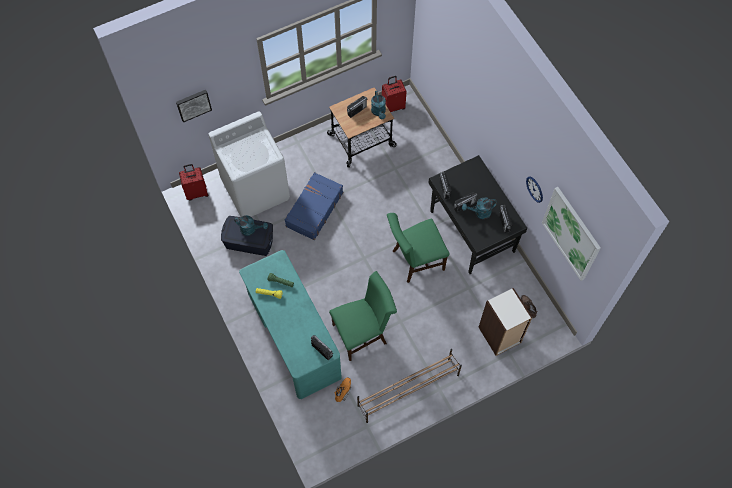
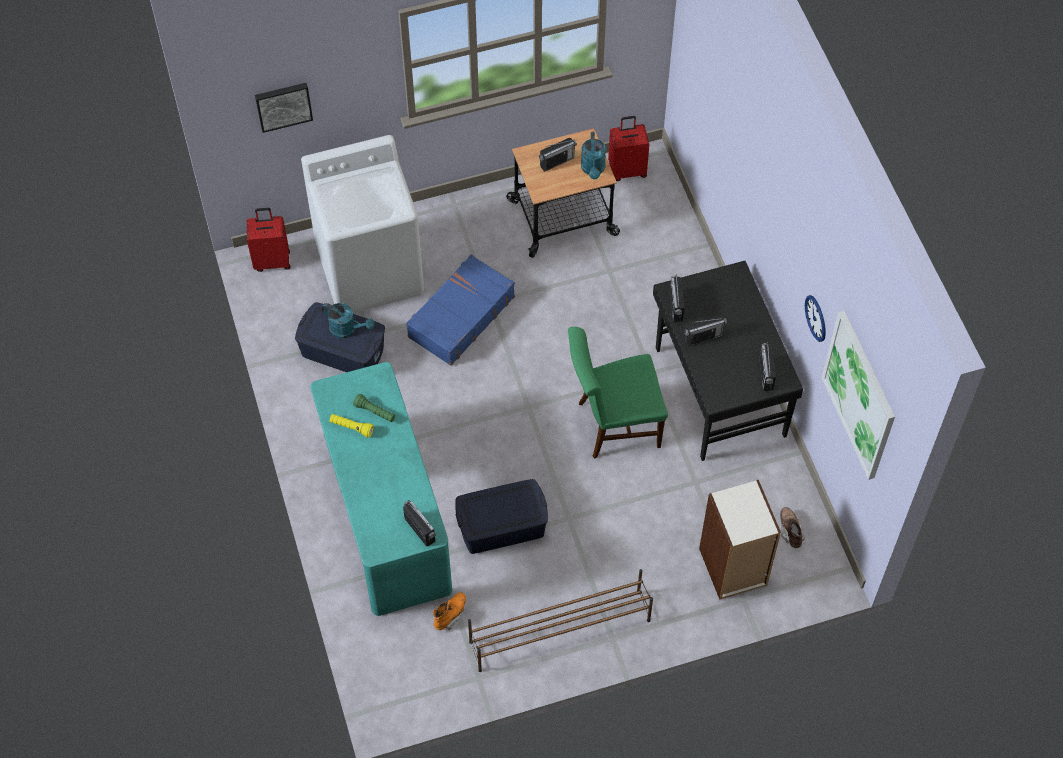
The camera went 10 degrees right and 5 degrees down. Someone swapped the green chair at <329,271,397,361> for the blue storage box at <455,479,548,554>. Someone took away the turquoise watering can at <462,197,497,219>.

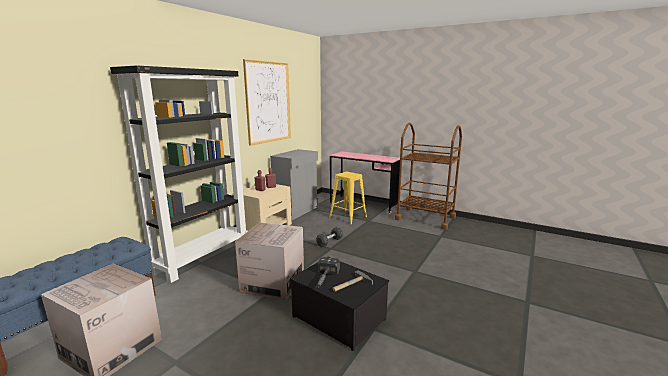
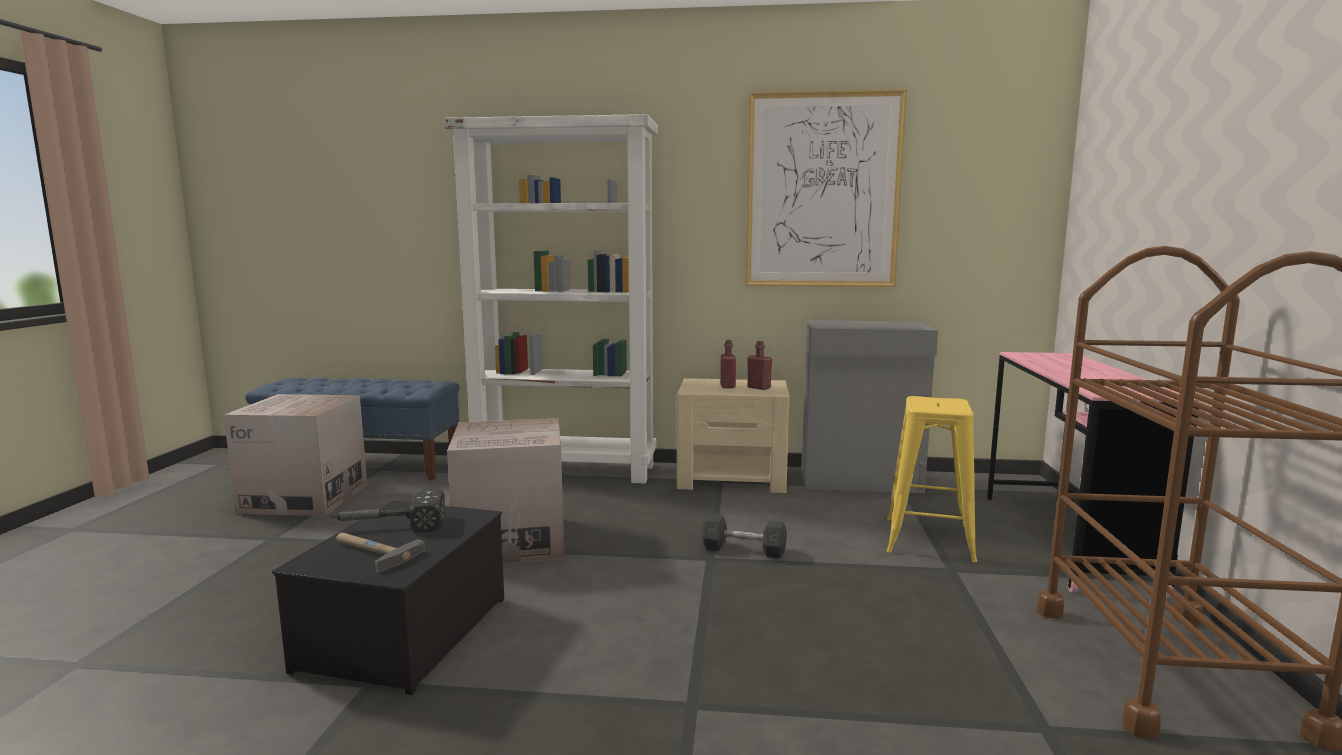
The camera went 65 degrees right and 5 degrees down. Someone repainted the black bookcase at <110,65,248,283>, which became the white bookcase at <444,114,658,484>.

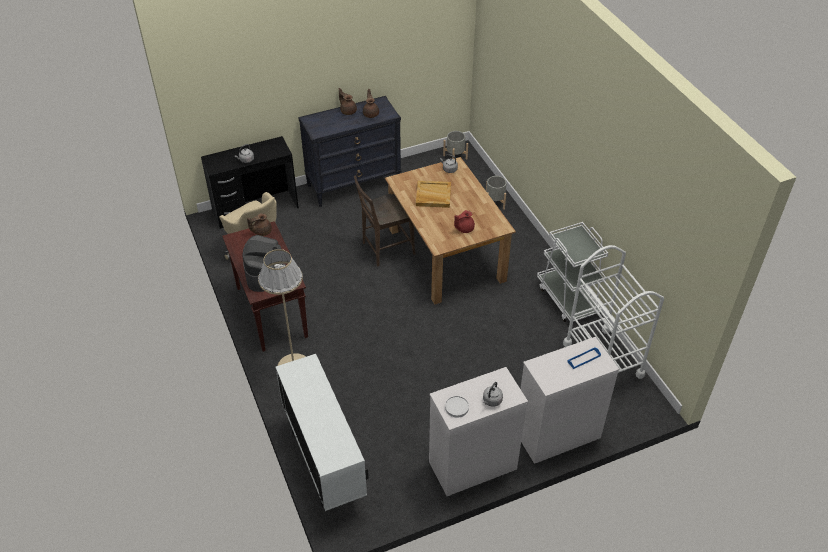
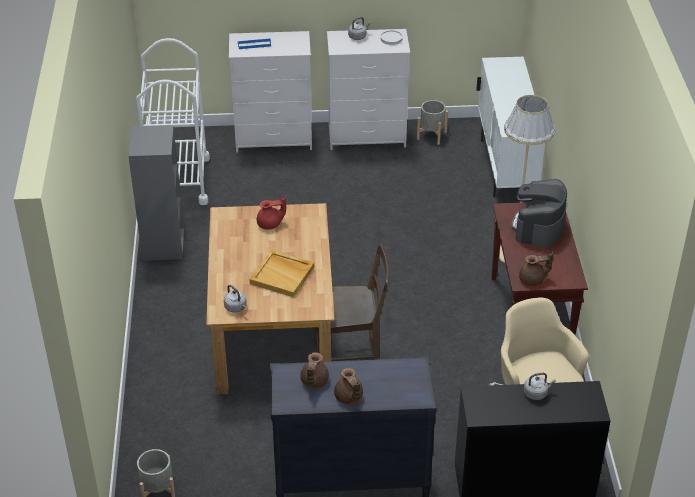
The camera went 160 degrees left and 5 degrees down. Someone swapped the white cart at <537,222,608,322> for the grey bookcase at <128,125,184,261>. Someone carried the grey planter from <486,176,507,210> to <417,100,448,145>.

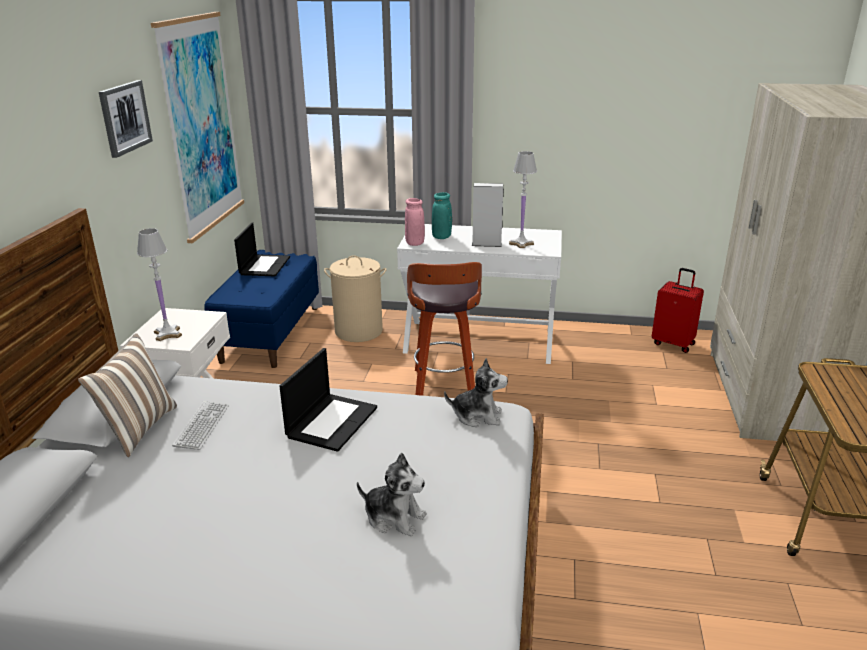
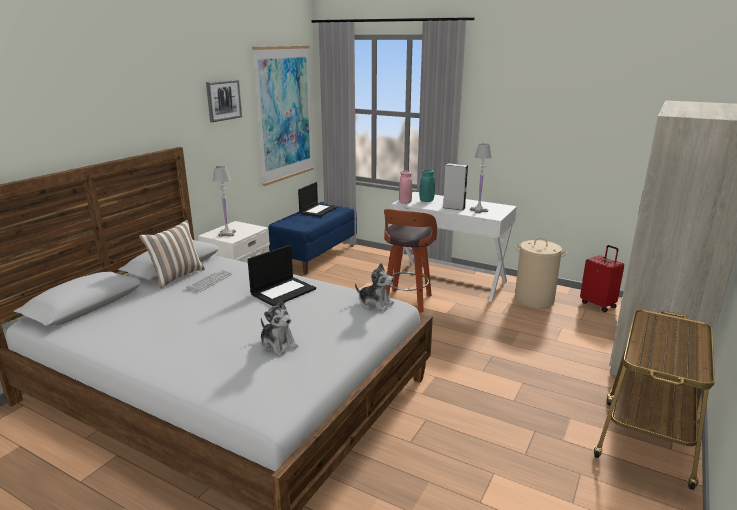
The camera went 20 degrees right and 5 degrees down. Someone carried the beige laundry basket from <324,255,387,342> to <515,238,567,308>.

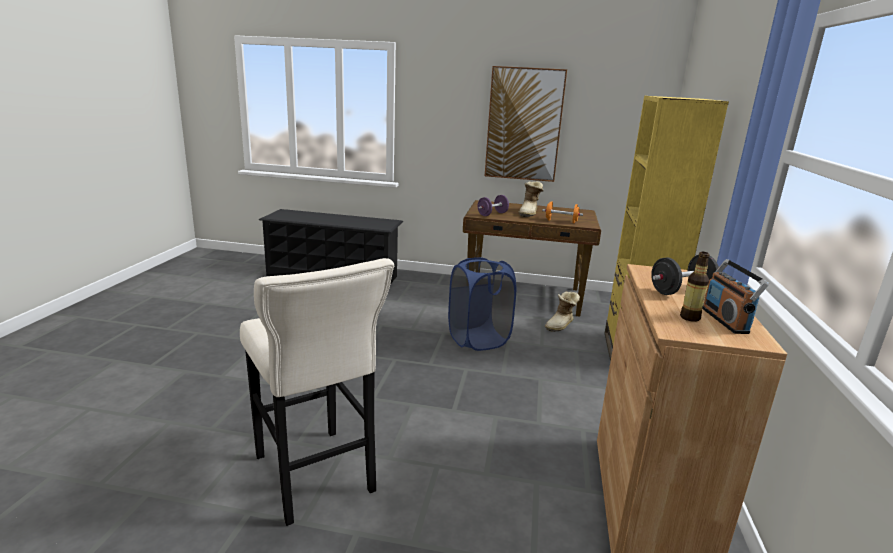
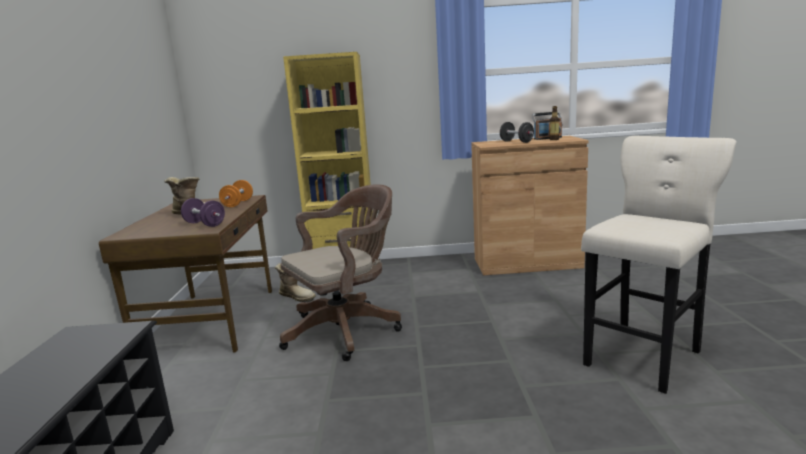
The camera went 100 degrees left and 5 degrees down. Someone swapped the blue laundry basket at <448,257,516,351> for the brown office chair at <279,184,402,361>. Someone took away the picture at <485,66,567,182>.

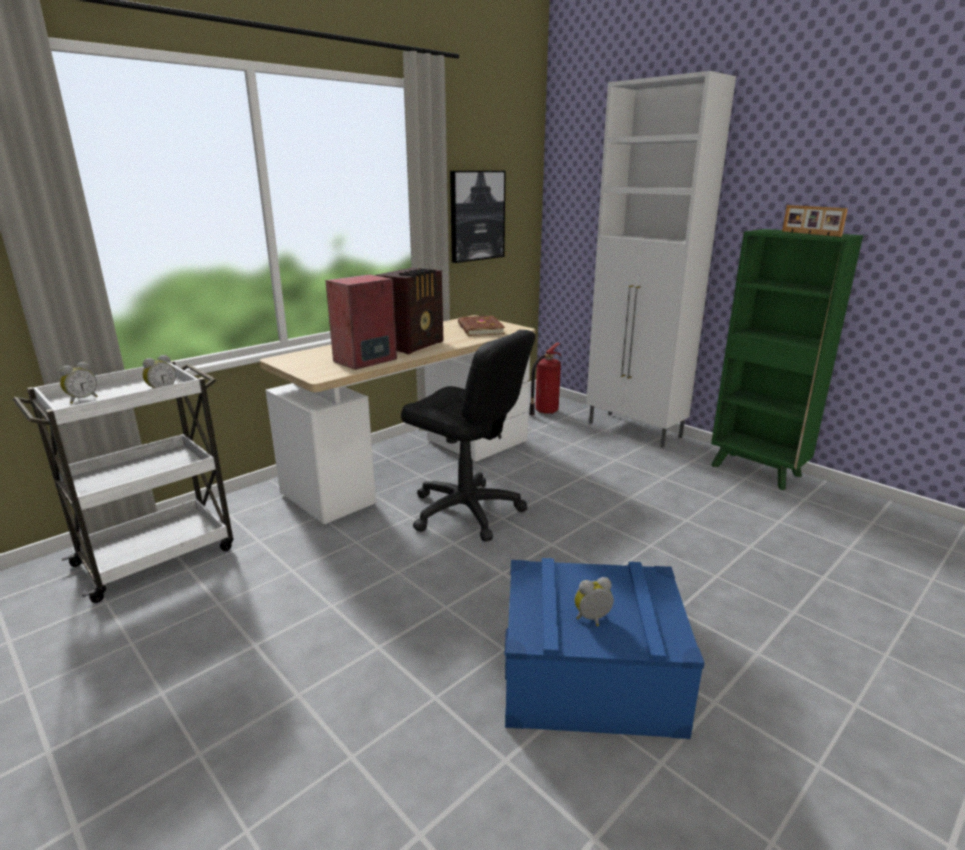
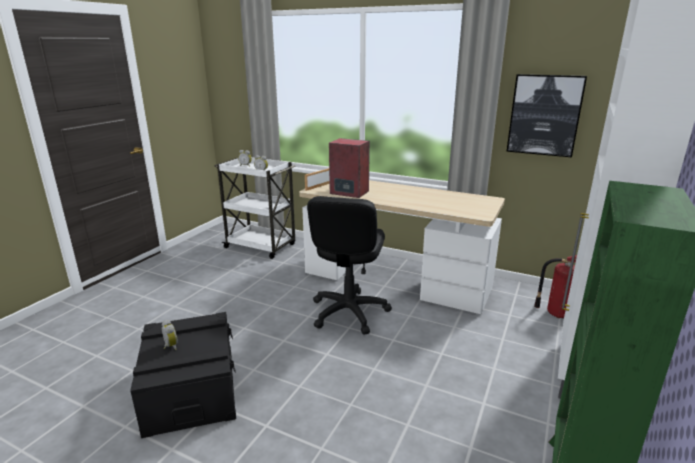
The camera went 70 degrees right and 0 degrees up. Someone repainted the blue storage box at <504,558,705,739>, which became the black storage box at <130,312,236,438>. Someone carried the picture frame from <782,205,848,237> to <305,168,330,191>. Someone took away the radio at <376,267,443,354>. Someone took away the brown book at <458,316,505,336>.

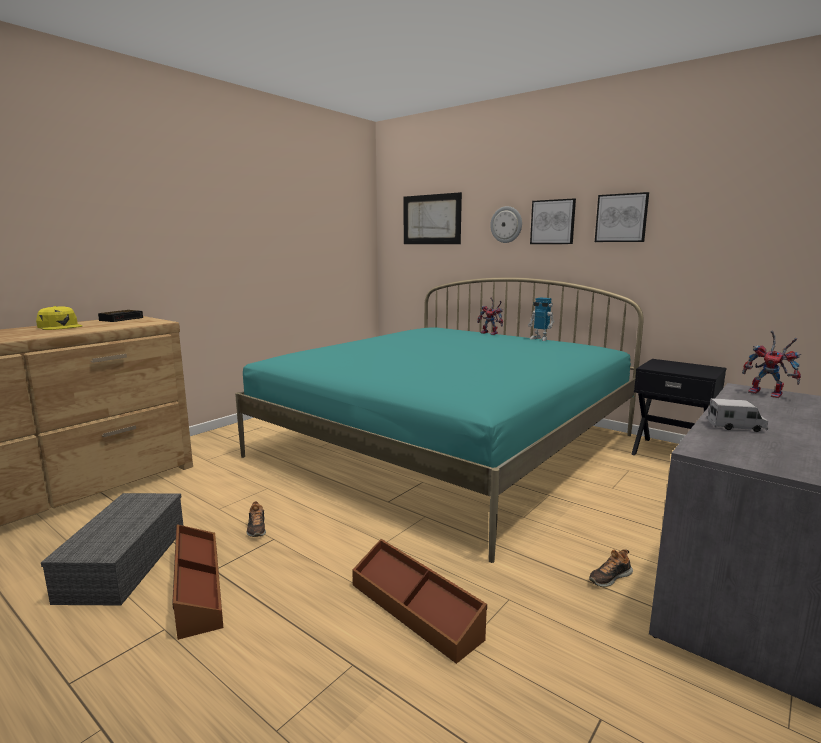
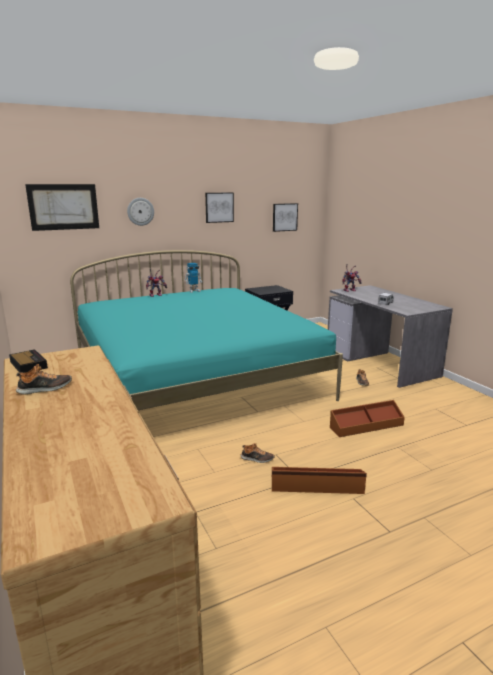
The camera went 65 degrees left and 5 degrees up. Someone swapped the yellow cap at <36,306,82,330> for the shoe at <16,364,72,395>. Someone carried the picture from <530,198,576,244> to <273,203,298,232>. Someone took away the grey storage box at <41,493,183,605>.

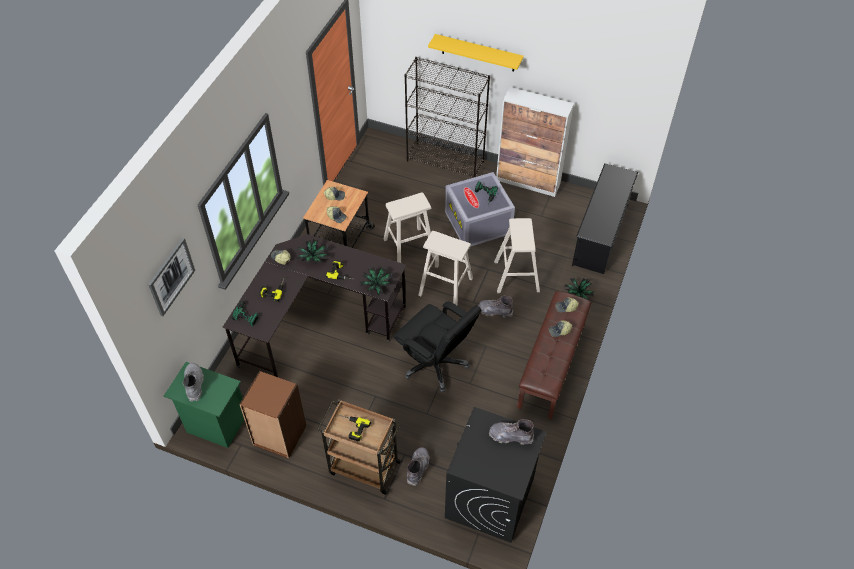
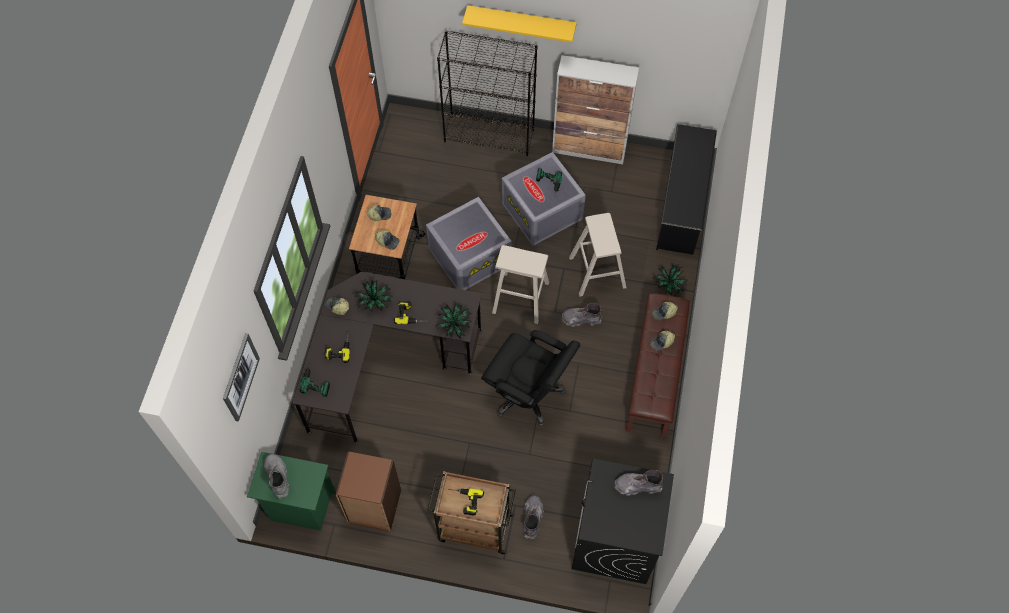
The camera went 10 degrees left and 10 degrees up. Someone swapped the beige stool at <383,192,435,263> for the grey storage box at <426,197,512,290>.

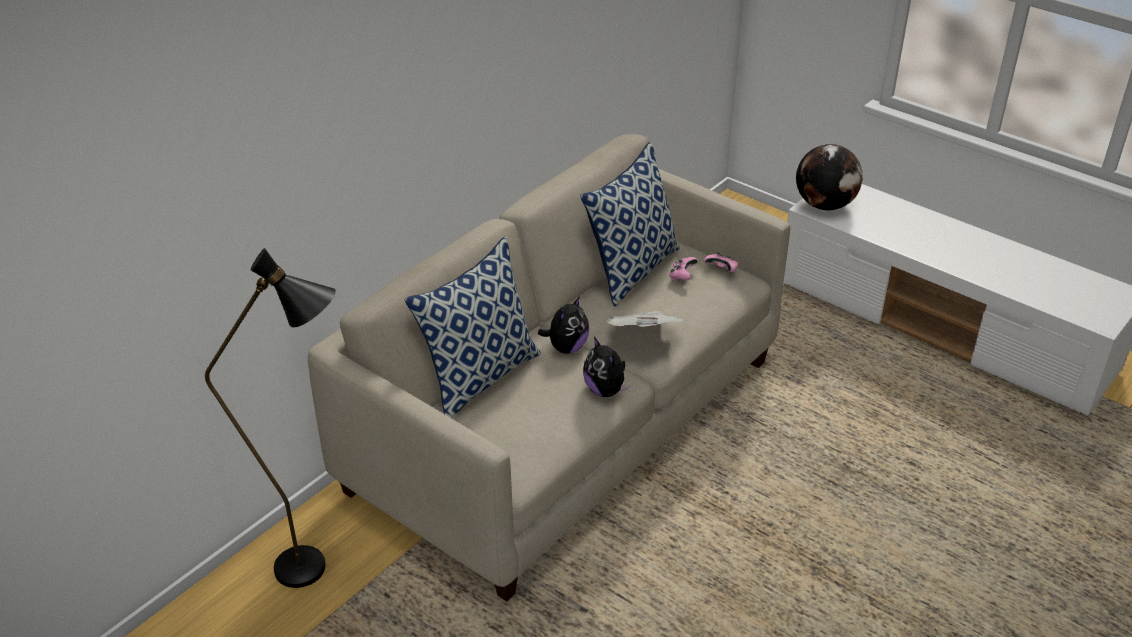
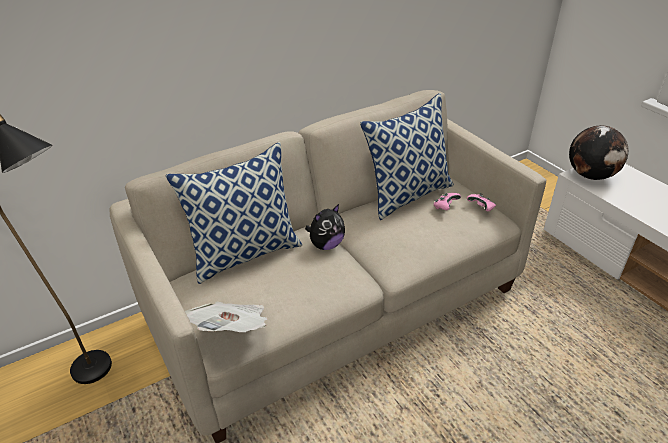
The camera went 20 degrees right and 0 degrees up. Someone carried the newspaper from <606,311,684,327> to <185,302,268,332>. Someone took away the plush toy at <583,337,630,397>.

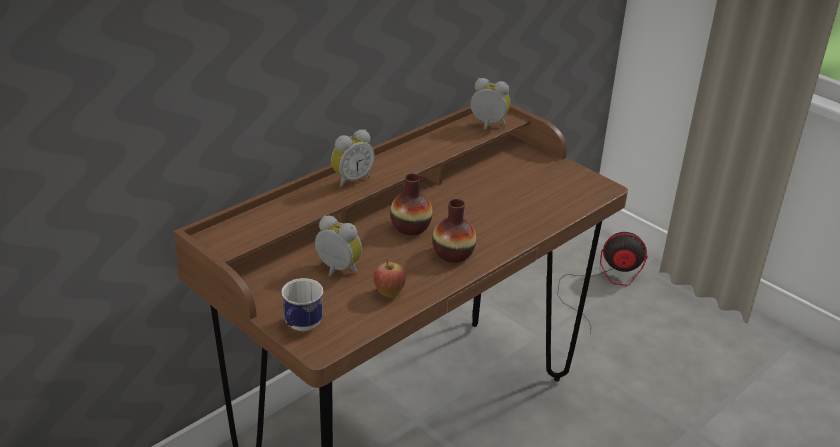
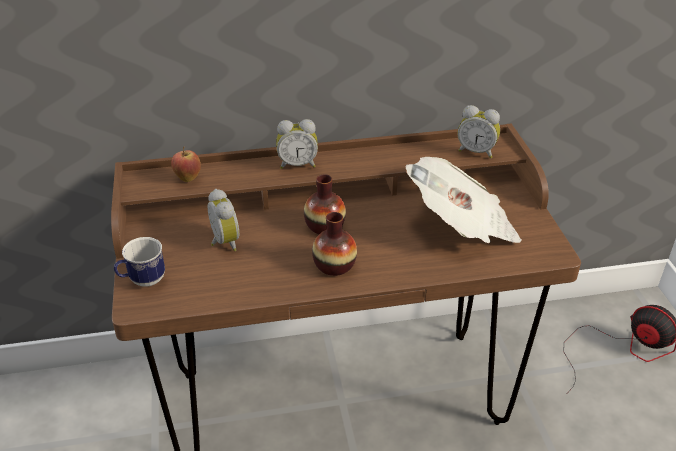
The camera went 35 degrees right and 5 degrees up. Someone carried the apple from <373,259,406,297> to <171,147,201,182>. Someone put down the newspaper at <406,157,522,243>. Someone rotated the alarm clock at <471,78,510,130> by 150 degrees clockwise.

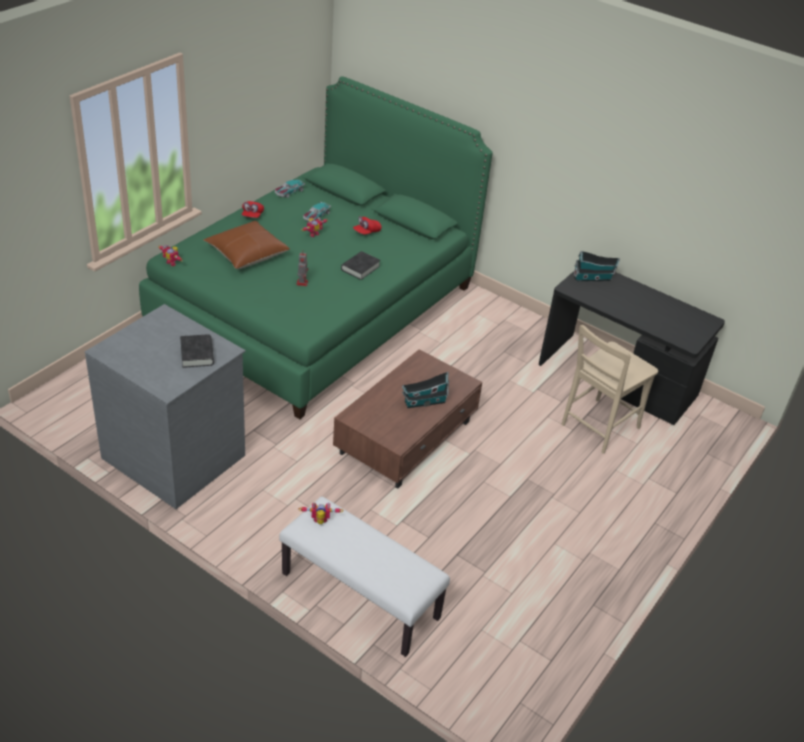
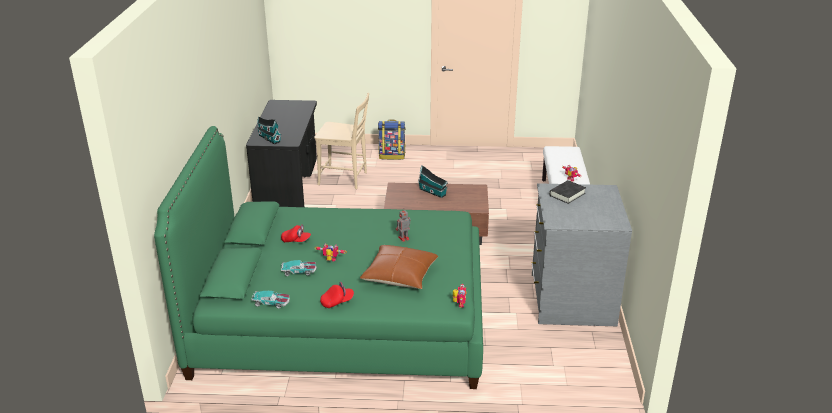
The camera went 120 degrees left and 10 degrees down. Someone put down the backpack at <378,120,405,160>. Someone took away the black book at <341,251,381,280>.

